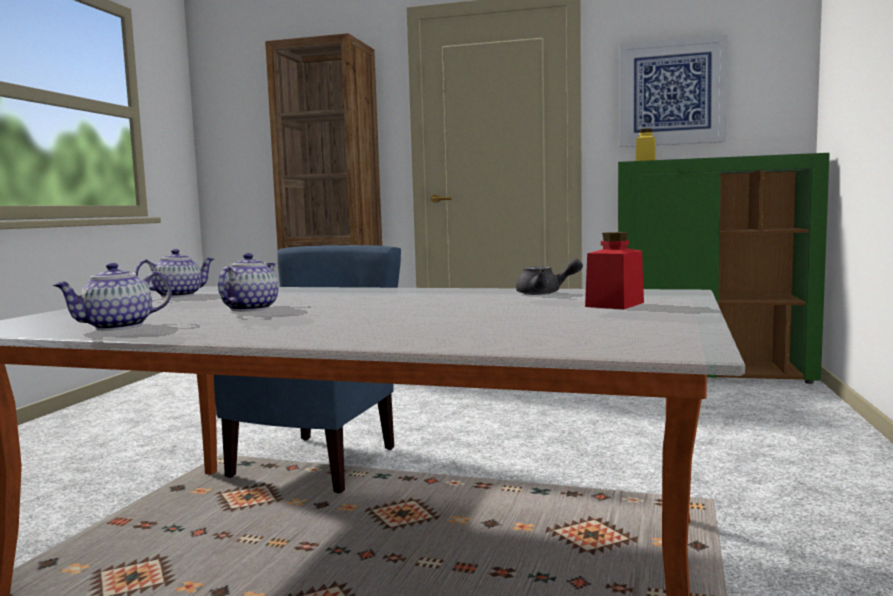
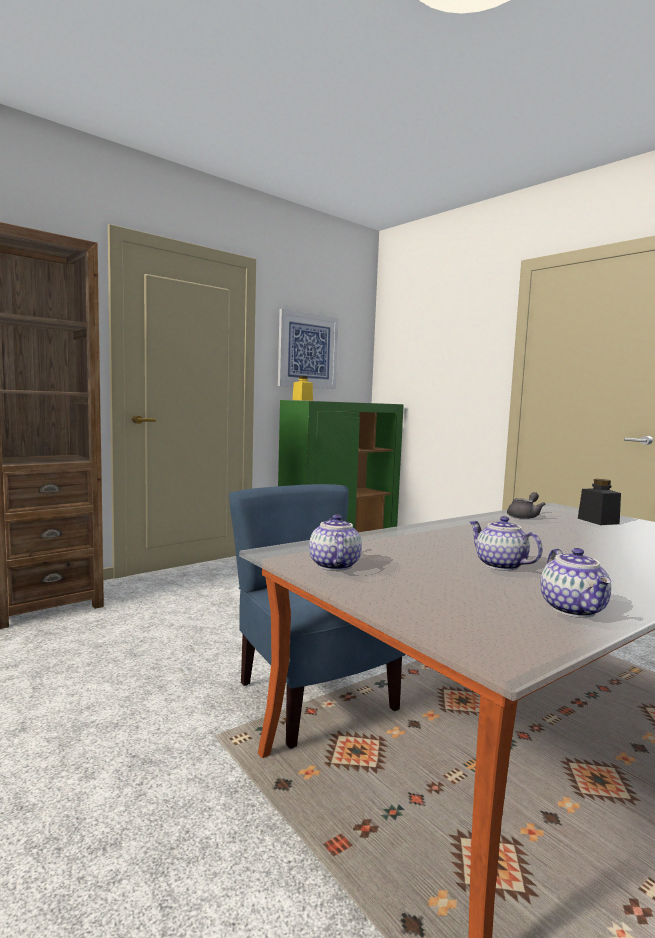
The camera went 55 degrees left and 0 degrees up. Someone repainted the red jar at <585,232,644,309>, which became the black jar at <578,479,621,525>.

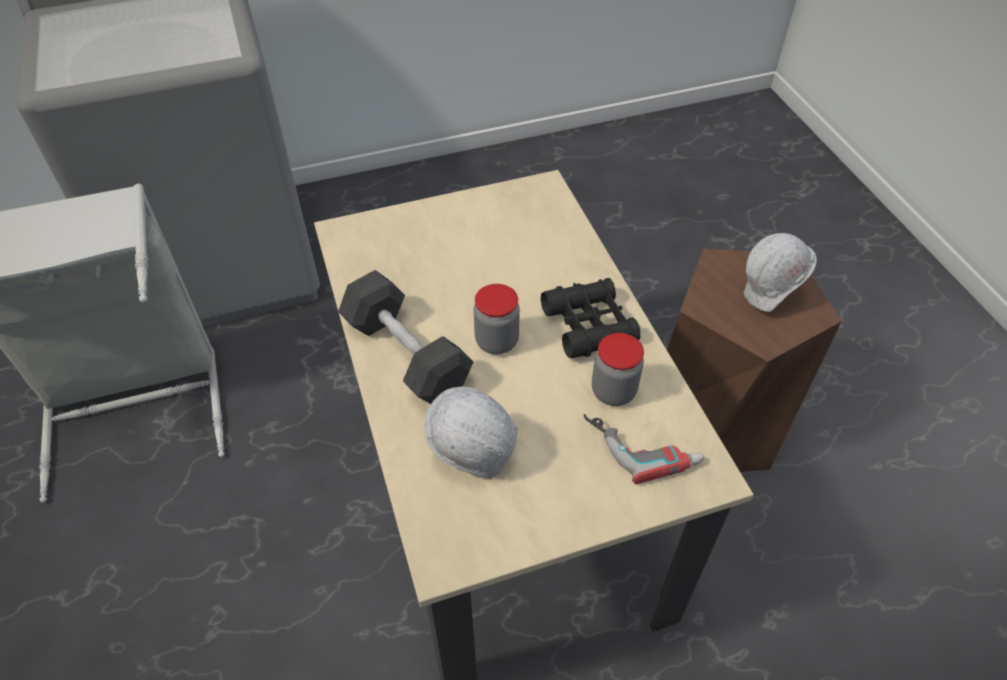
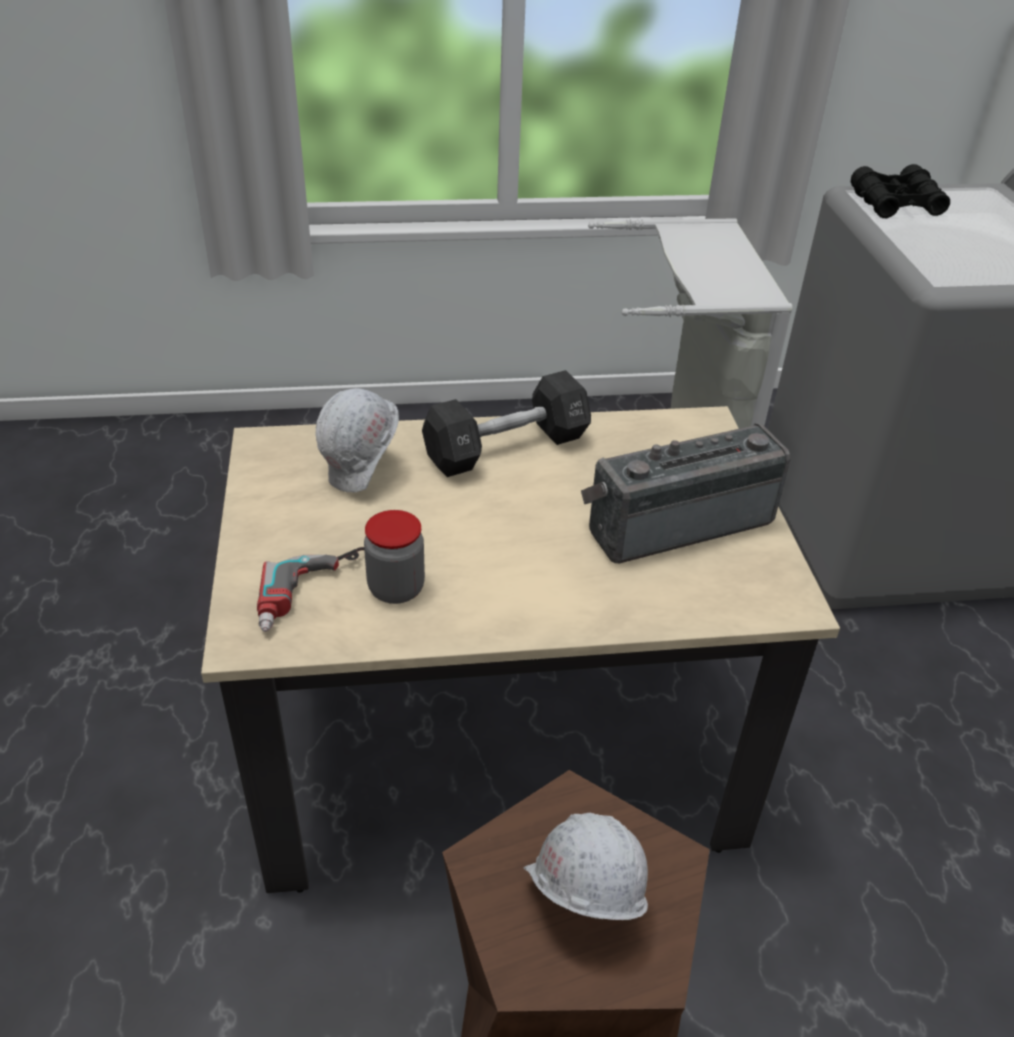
The camera went 100 degrees right and 10 degrees down. Someone put down the radio at <581,423,791,563>. Someone carried the black binoculars from <541,278,640,358> to <851,164,950,218>. Someone took away the jar at <474,284,520,354>.

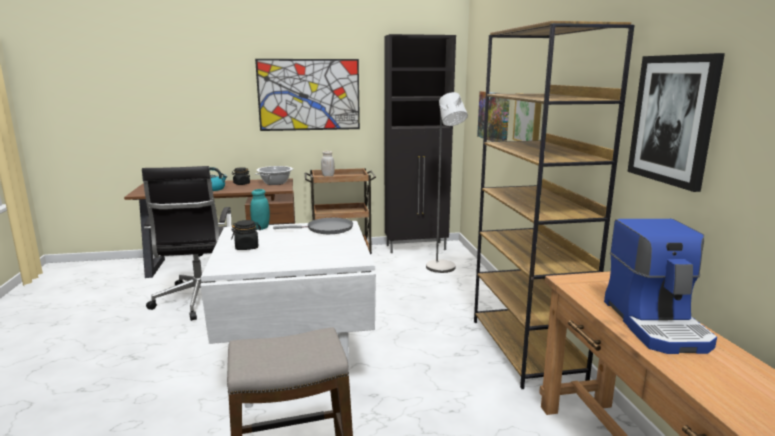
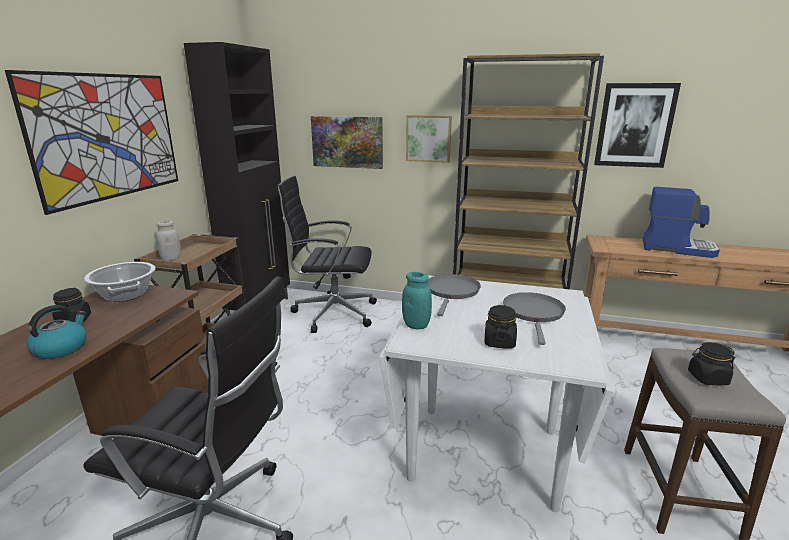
The camera went 65 degrees left and 5 degrees up. Someone swapped the grey floor lamp at <426,92,468,273> for the black office chair at <277,176,377,333>. Someone put down the grey frying pan at <503,292,566,345>. Someone put down the black jar at <688,342,735,385>.

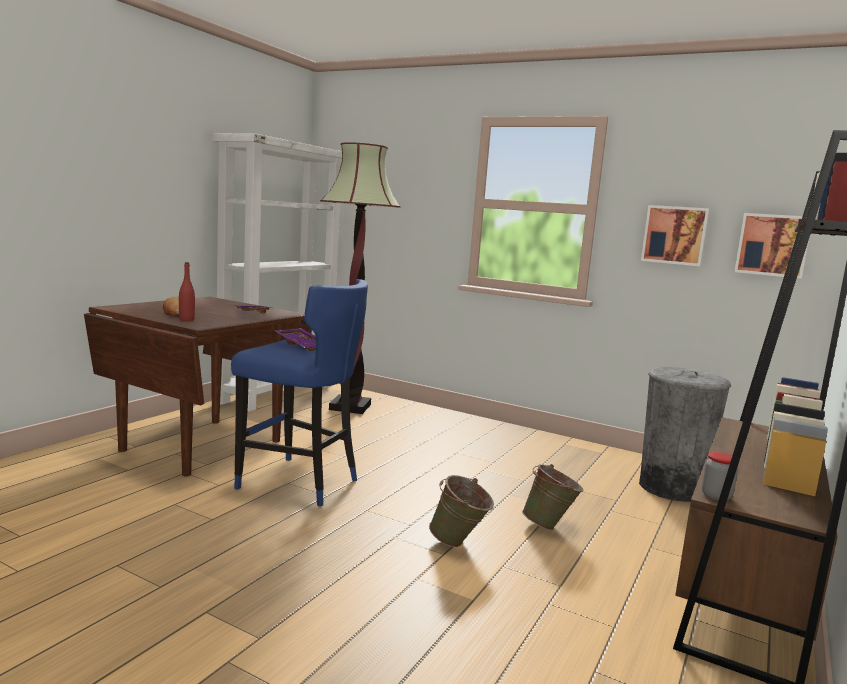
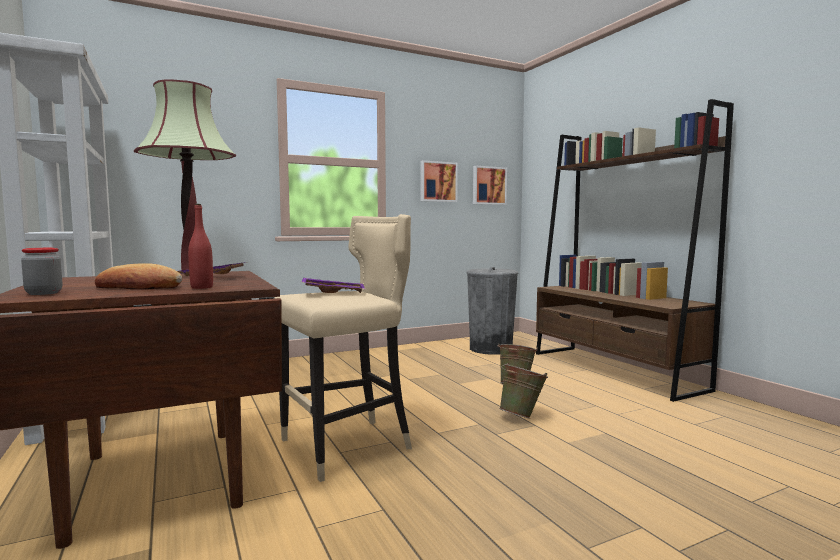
The camera went 55 degrees left and 5 degrees down. Someone carried the jar from <702,452,738,501> to <21,248,62,295>. Someone repainted the blue stool at <231,279,368,507>, which became the beige stool at <274,214,412,482>.

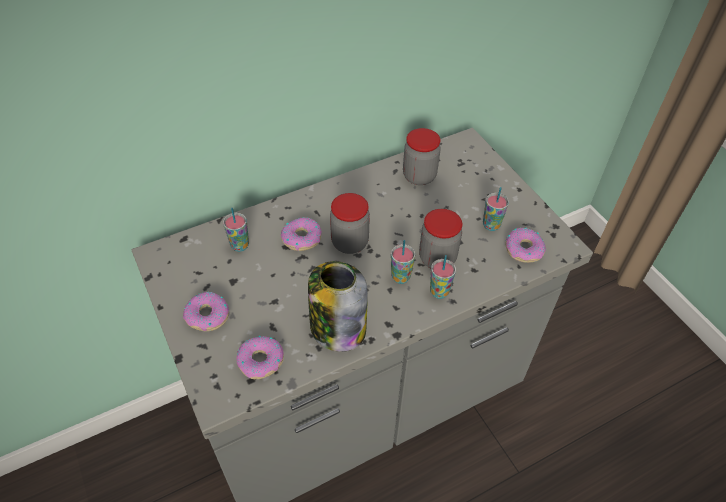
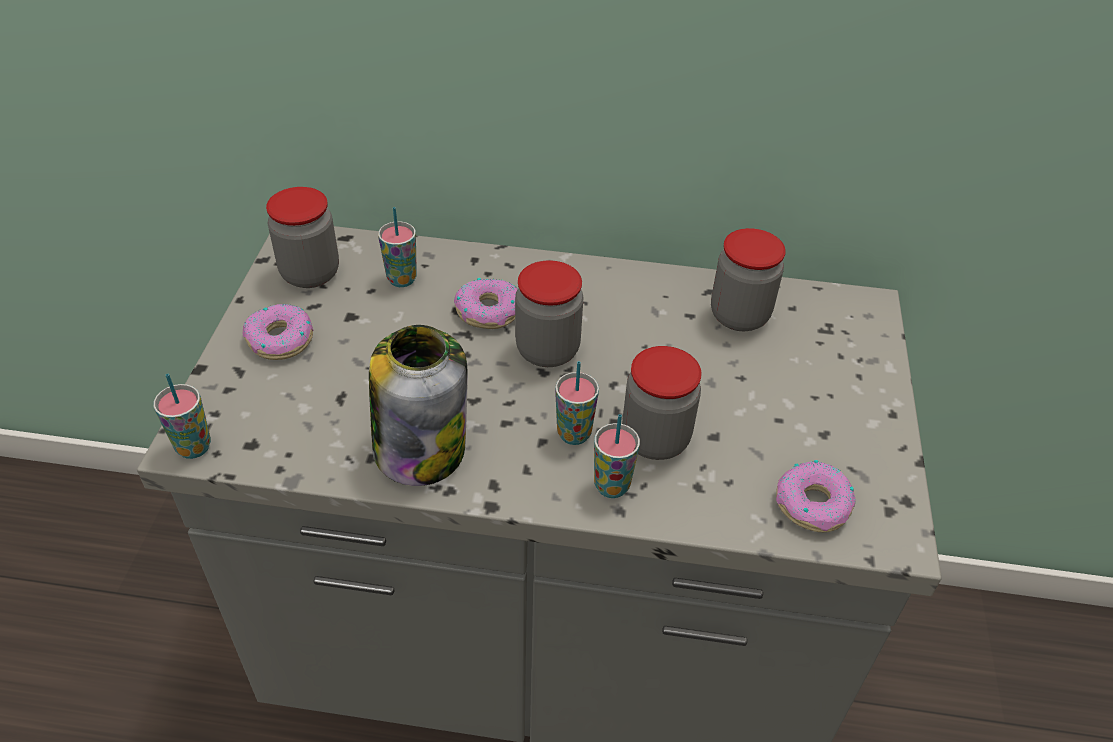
The camera went 35 degrees right and 5 degrees down. Someone carried the cup from <483,187,509,231> to <153,374,211,459>. Someone put down the jar at <266,187,339,288>. Someone took away the donut at <237,335,284,379>.

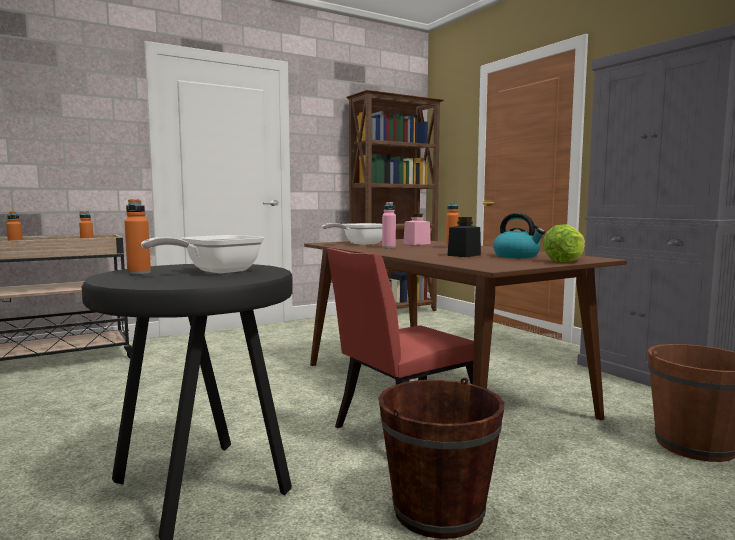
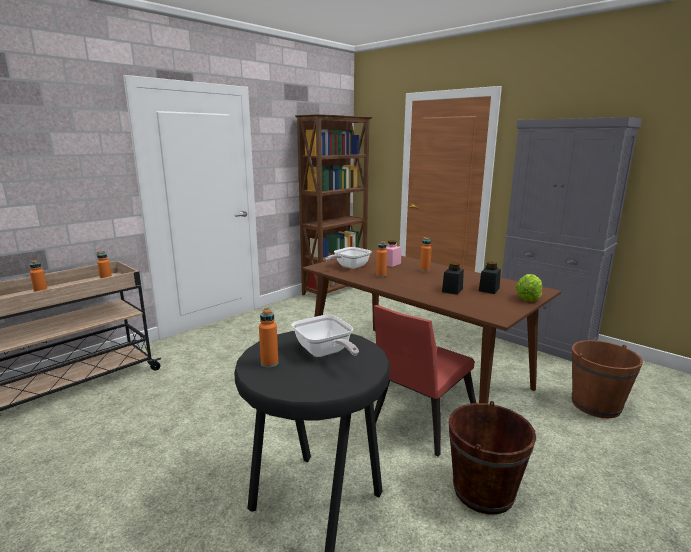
The camera went 15 degrees left and 10 degrees up. Someone rotated the frying pan at <141,235,264,274> by 60 degrees counterclockwise. Someone repainted the pink bottle at <382,202,396,248>, which became the orange bottle at <376,241,387,277>. Someone swapped the kettle at <493,213,545,258> for the black jar at <479,262,501,294>.

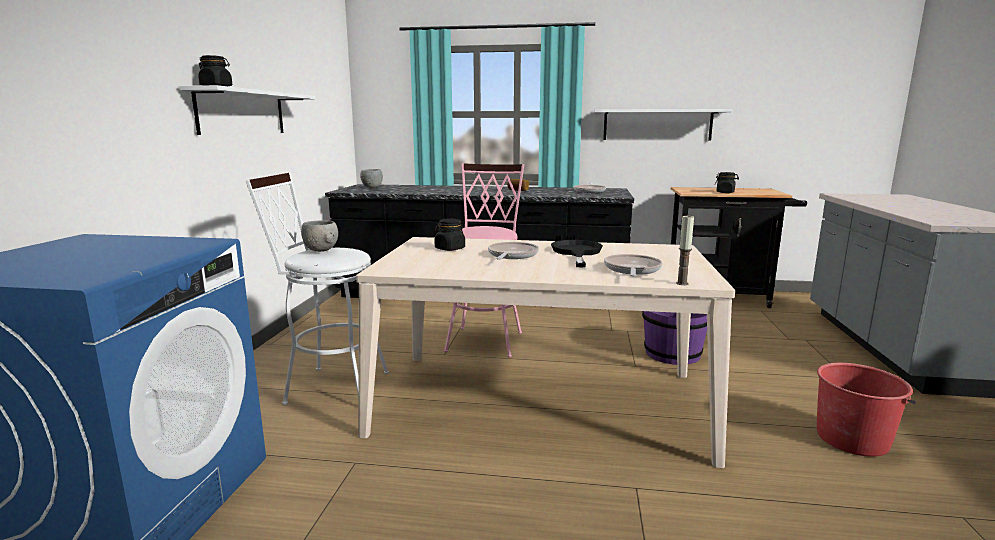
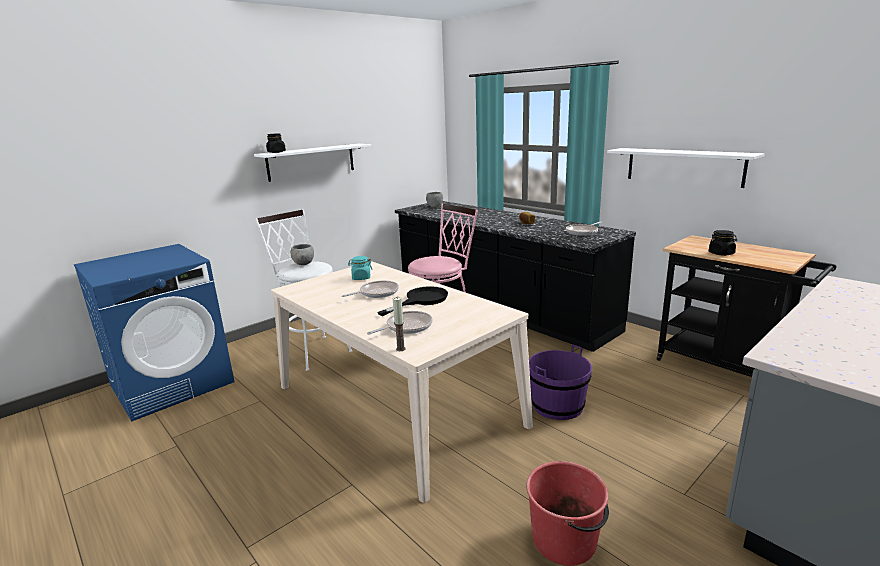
The camera went 40 degrees right and 5 degrees up. Someone repainted the black jar at <434,219,465,251>, which became the turquoise jar at <348,256,372,280>.

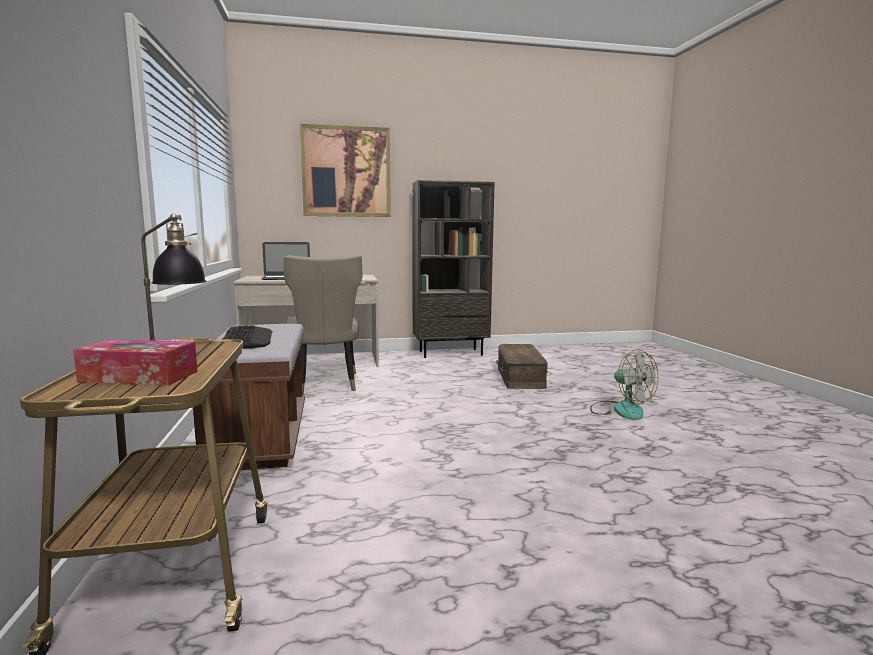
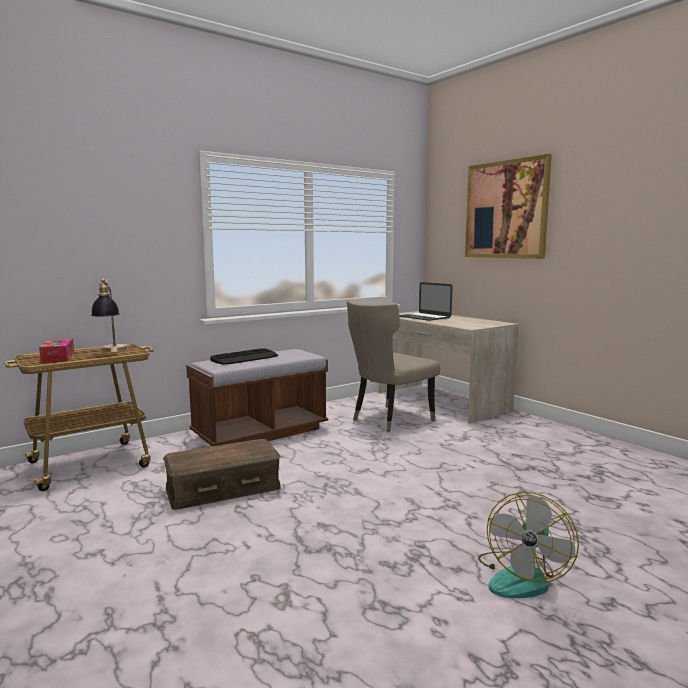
The camera went 65 degrees right and 0 degrees up. Someone carried the brown storage box from <496,344,548,389> to <163,439,281,510>. Someone took away the brown bookcase at <413,180,495,358>.

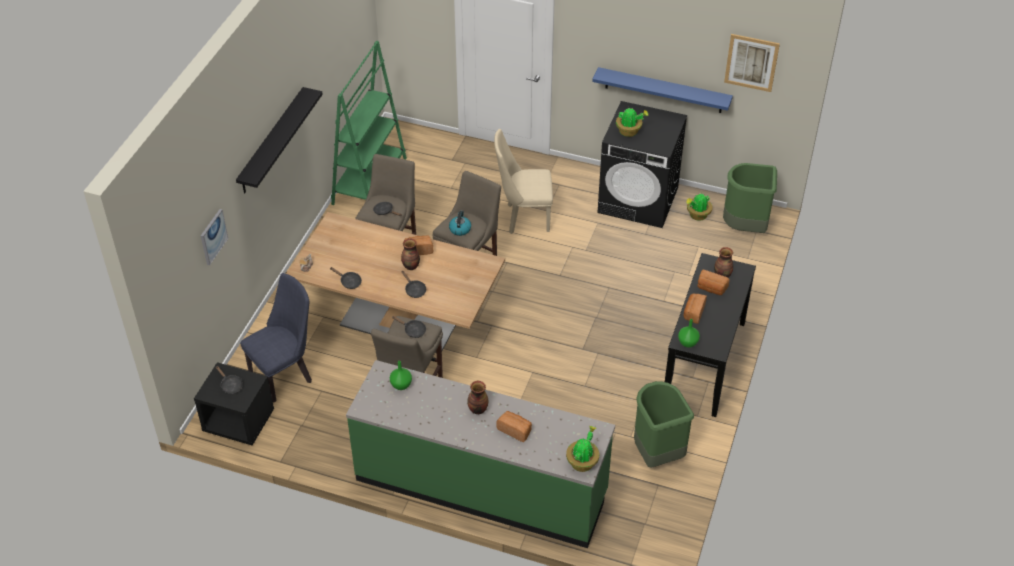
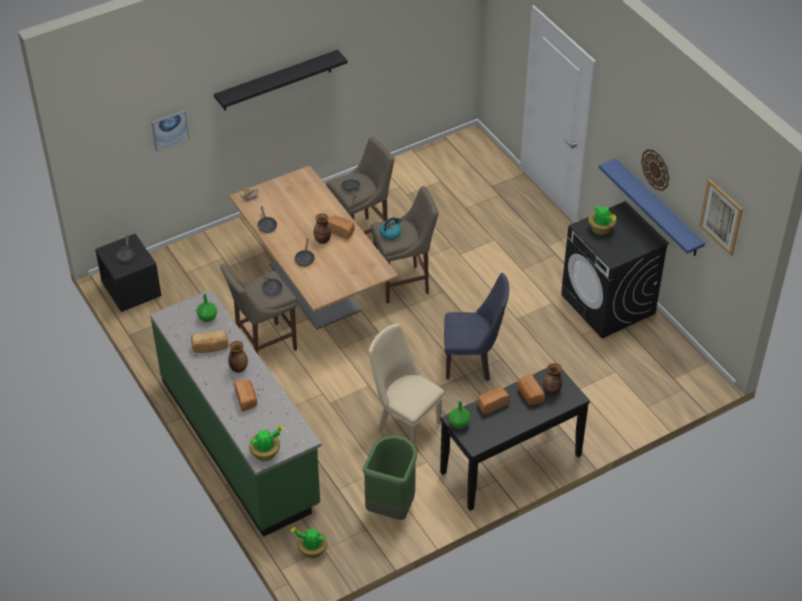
The camera went 40 degrees right and 0 degrees up. Someone put down the bread at <191,331,228,353>. Someone carried the potted plant from <686,194,712,221> to <290,527,328,558>. Someone carried the beige chair from <494,129,553,234> to <368,323,444,445>. Someone carried the blue chair from <240,273,312,402> to <444,273,509,381>. Someone put up the wall clock at <641,149,669,191>. Someone took away the green bookcase at <331,41,407,205>. Someone took away the green trash can at <723,163,777,233>.

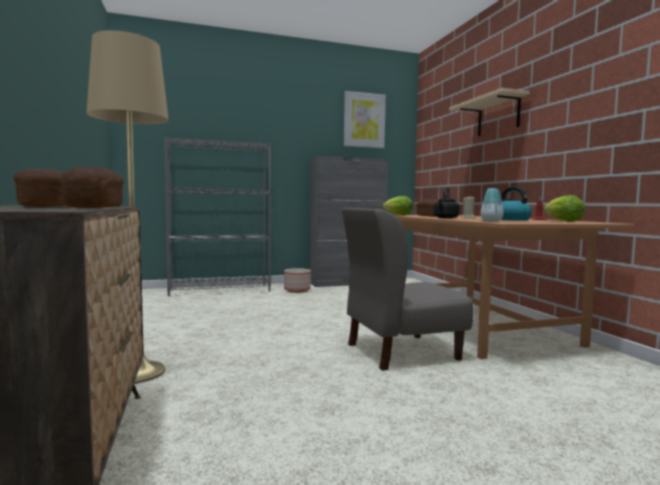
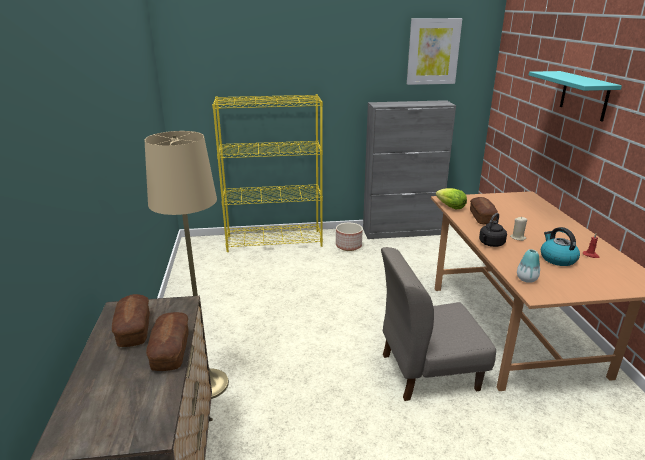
The camera went 10 degrees right and 20 degrees up. Someone repainted the grey bookcase at <164,137,271,296>, which became the yellow bookcase at <212,94,323,252>. Someone repainted the beige shelf at <449,88,530,136>, which became the turquoise shelf at <529,71,622,122>. Someone took away the lettuce at <544,195,585,222>.

